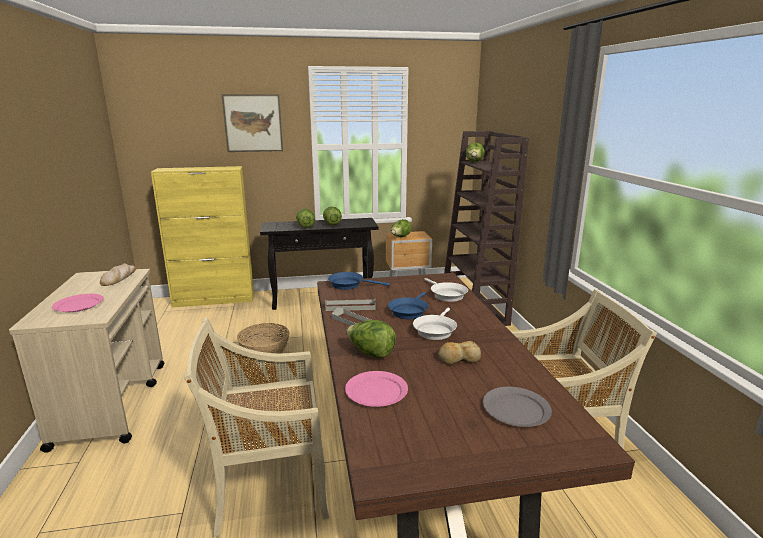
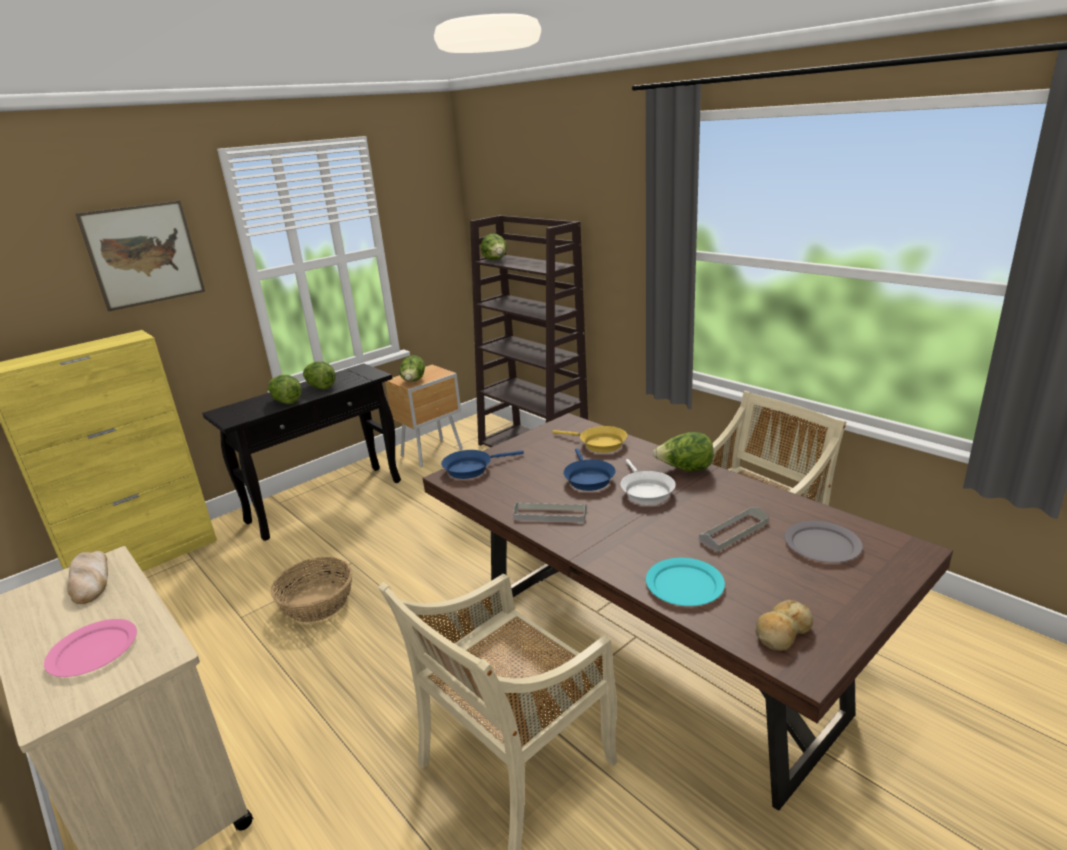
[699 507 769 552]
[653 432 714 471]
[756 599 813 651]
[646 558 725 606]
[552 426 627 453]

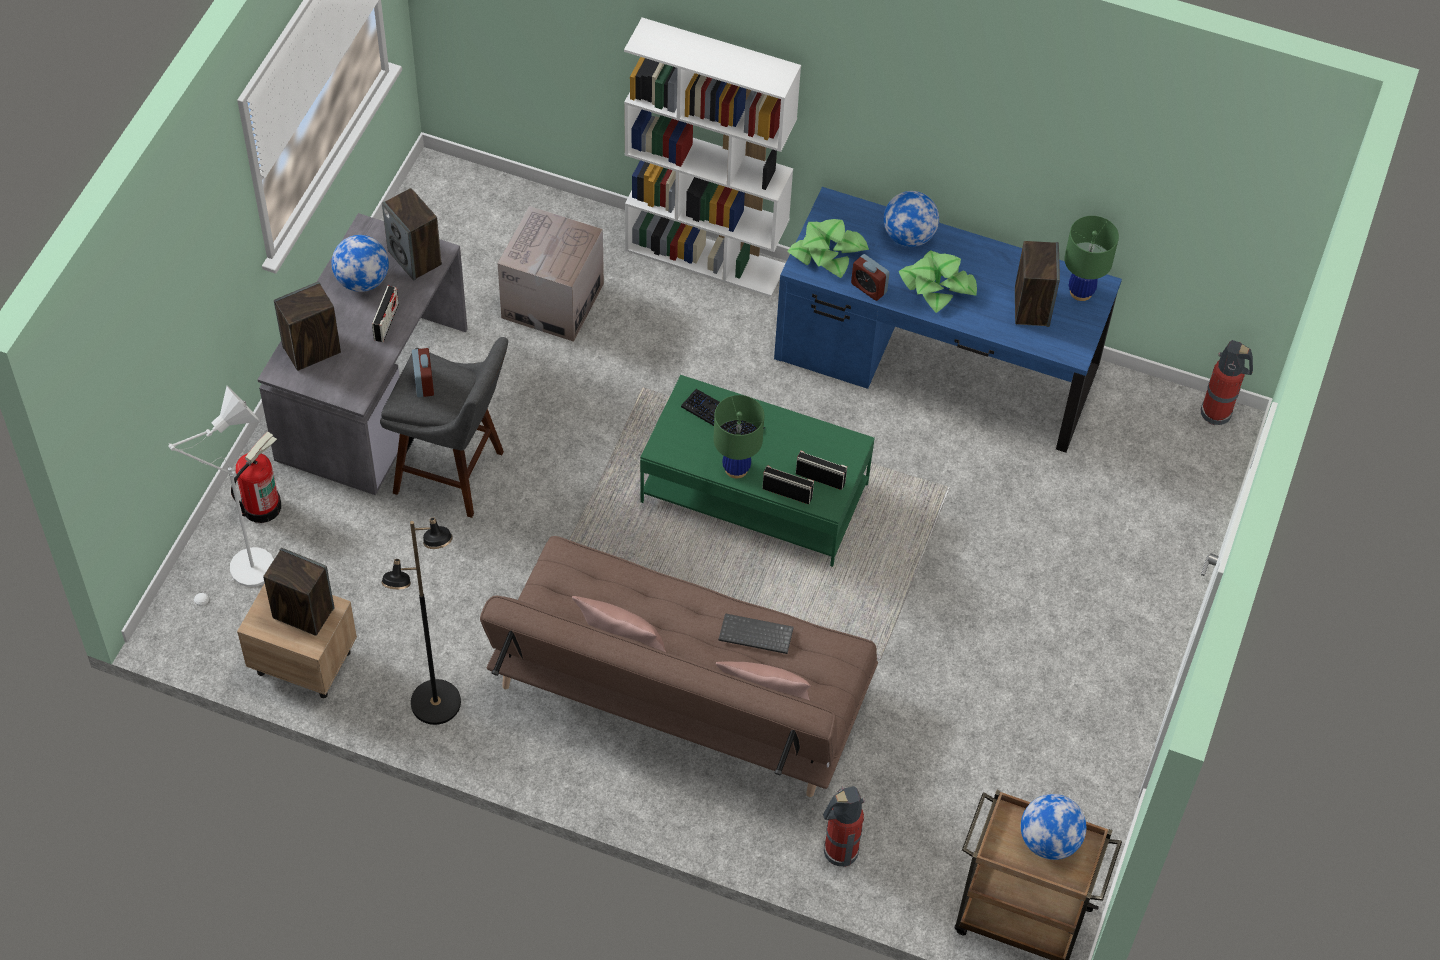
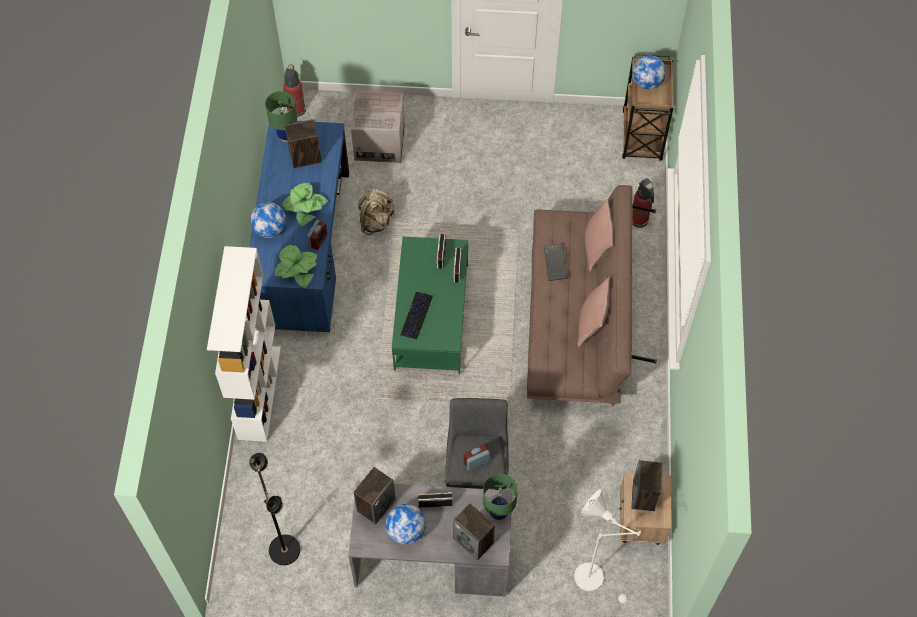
[231 431 281 523] (first image)
[358 189 394 235]
[249 453 300 565]
[351 91 405 163]
[483 474 518 521]

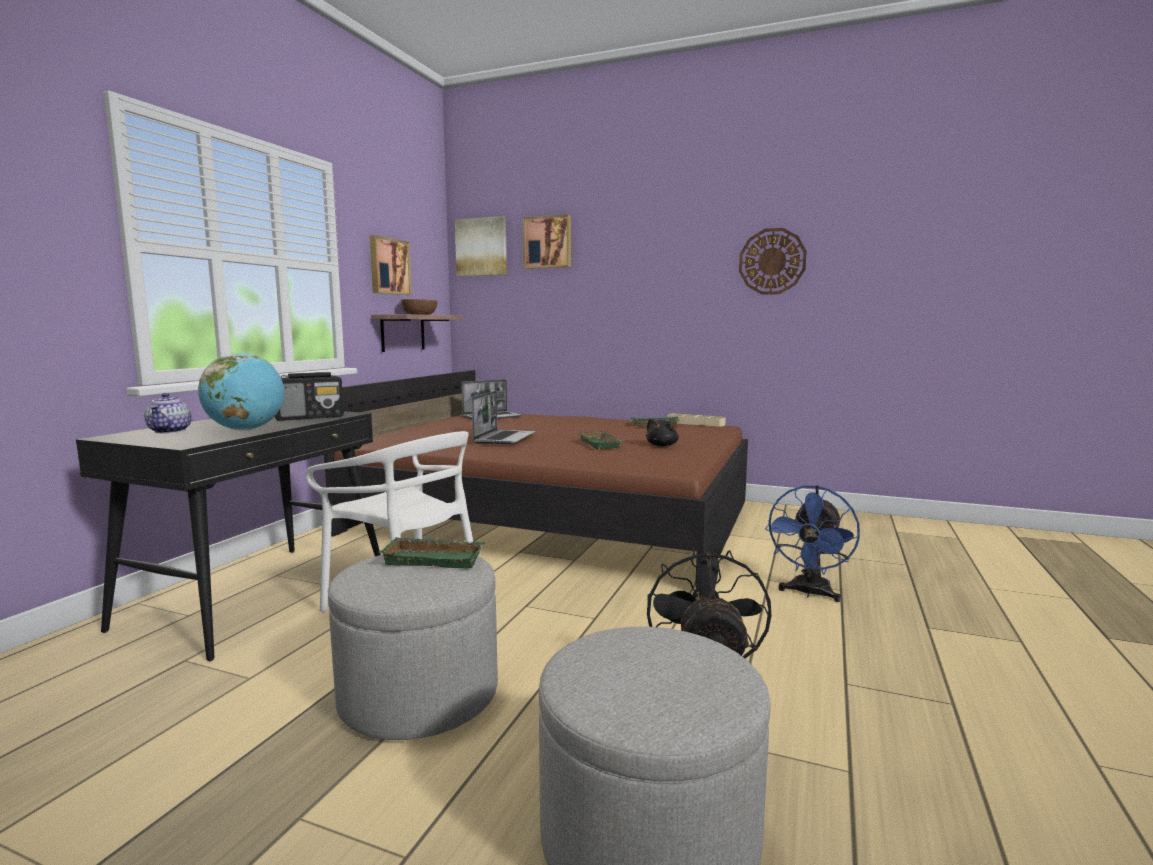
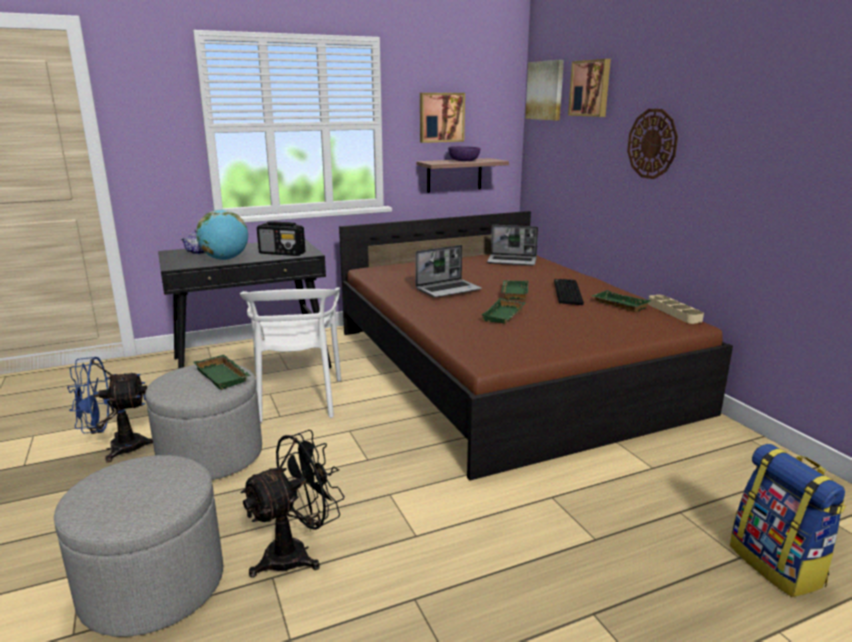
[646 419 679 446] (first image)
[501 280 528 300]
[554 279 584 305]
[730 444 846 597]
[627 109 678 179]
[67 357 153 463]
[448 146 480 161]

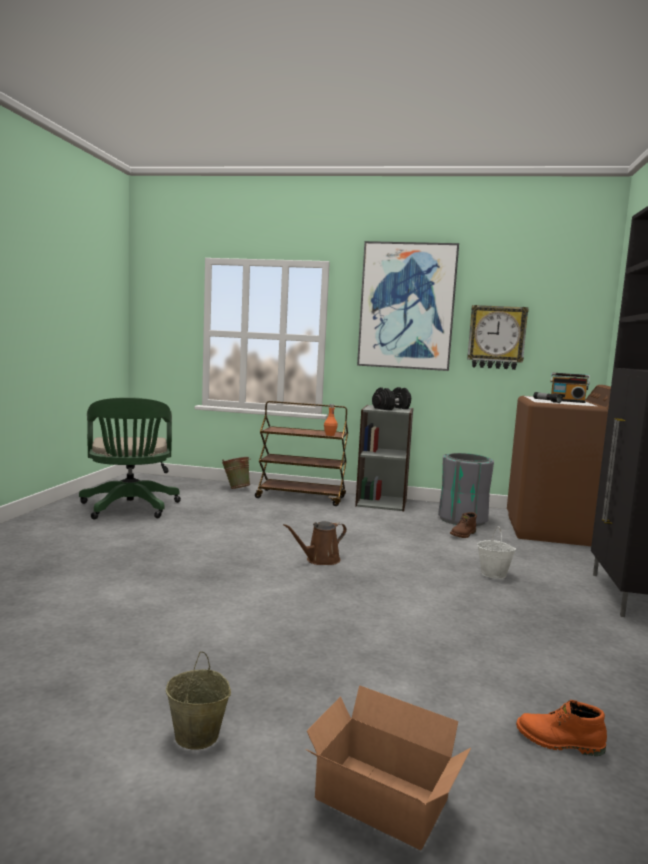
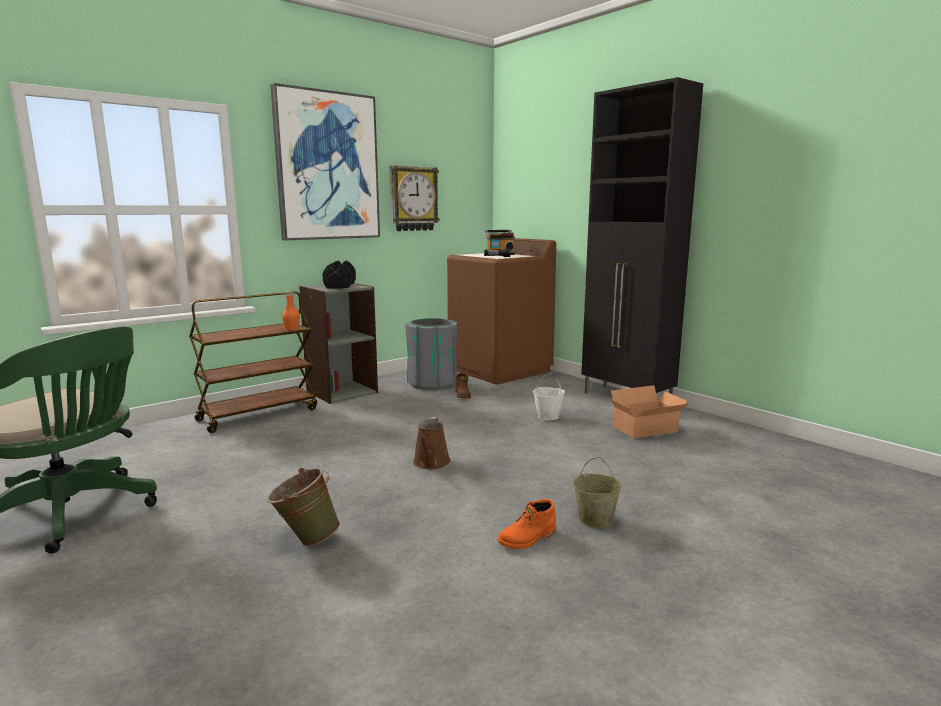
[573 457 622 528]
[267 468 340 546]
[609 385 688 439]
[497 499 556 549]

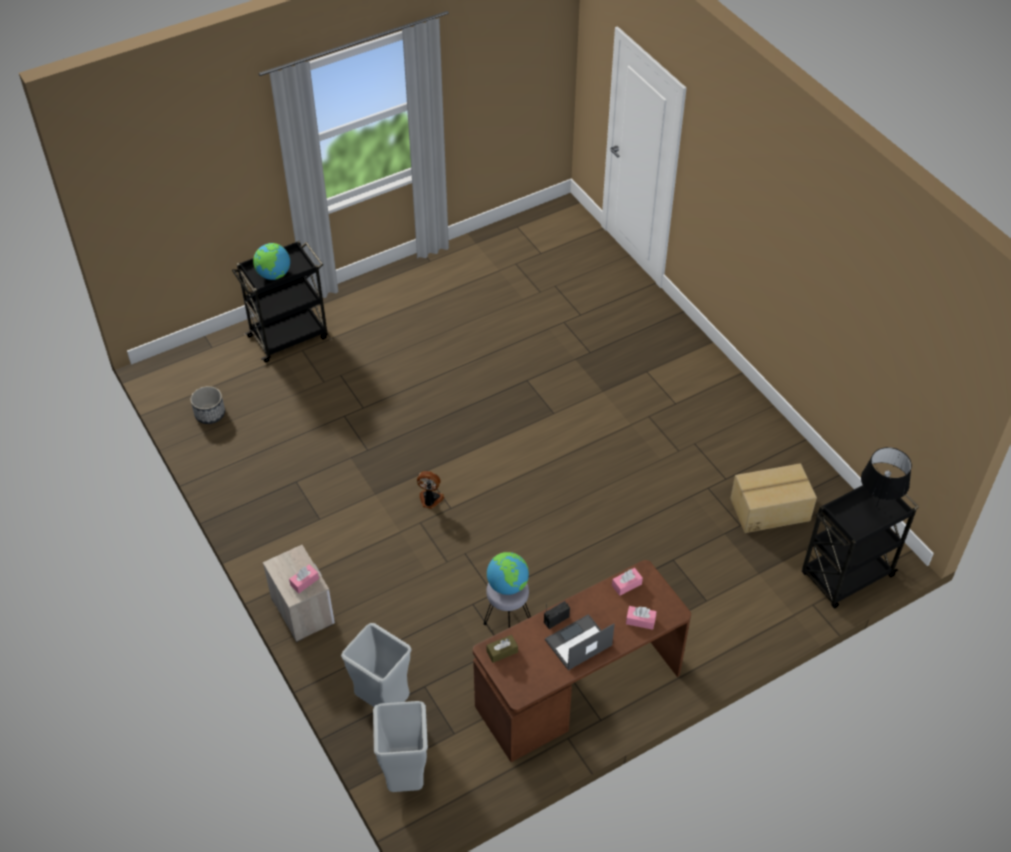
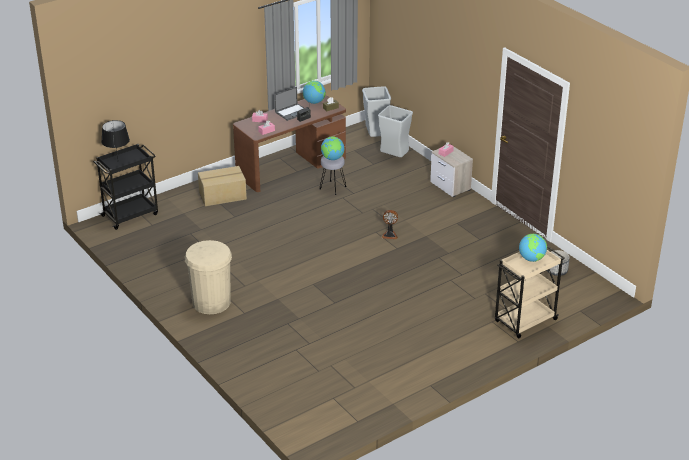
[185 240 232 314]
[303 81 326 104]
[198 166 247 206]
[495 246 565 338]

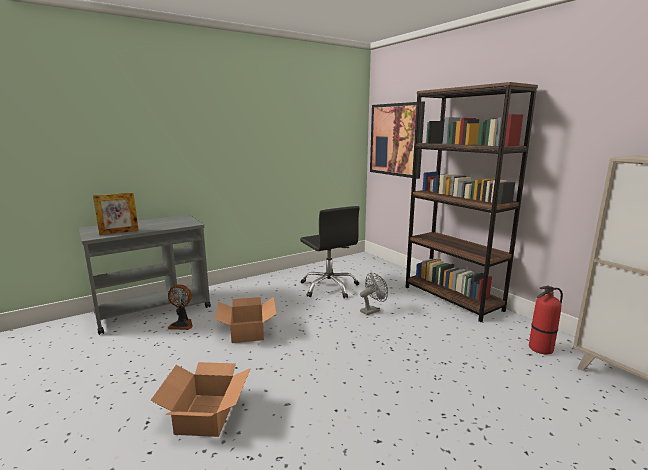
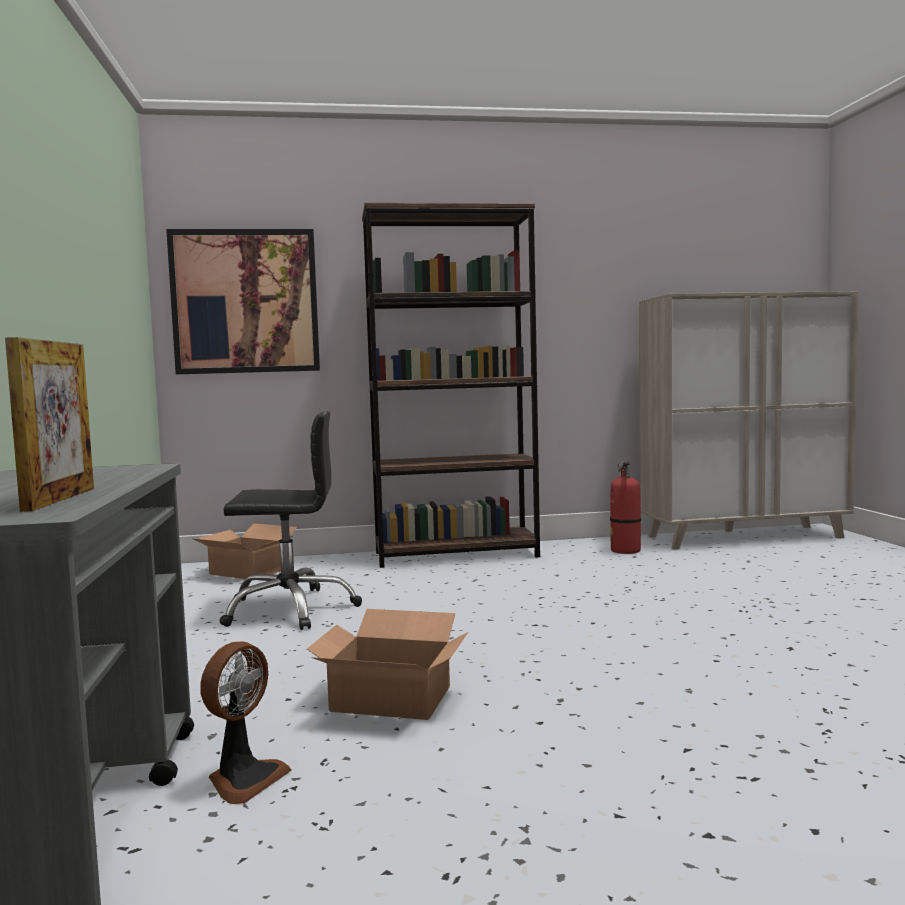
[360 273 388 315] (first image)
[192 523 297 579]

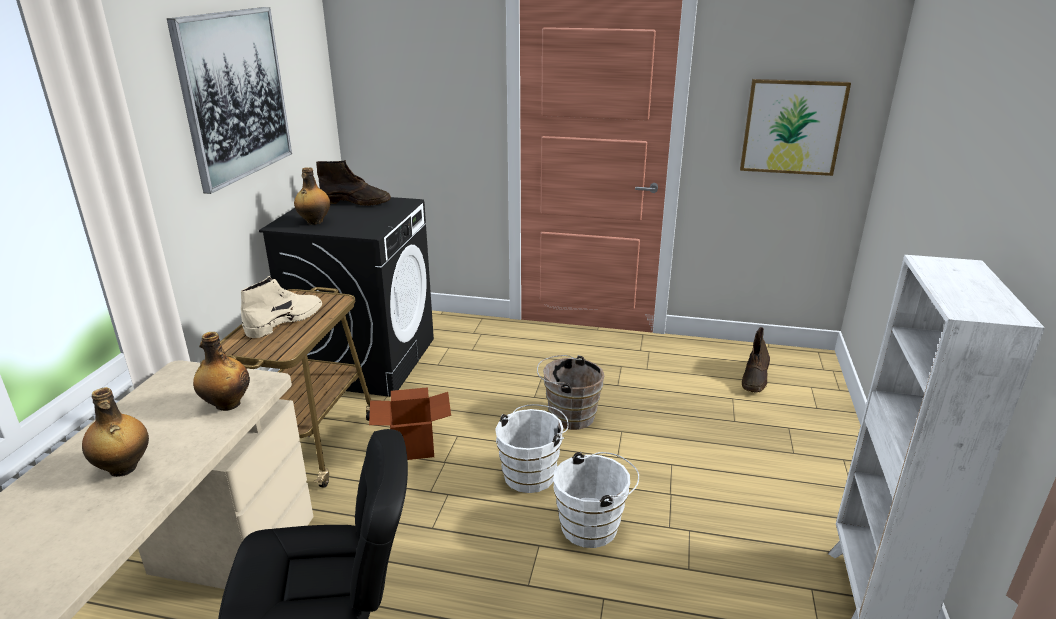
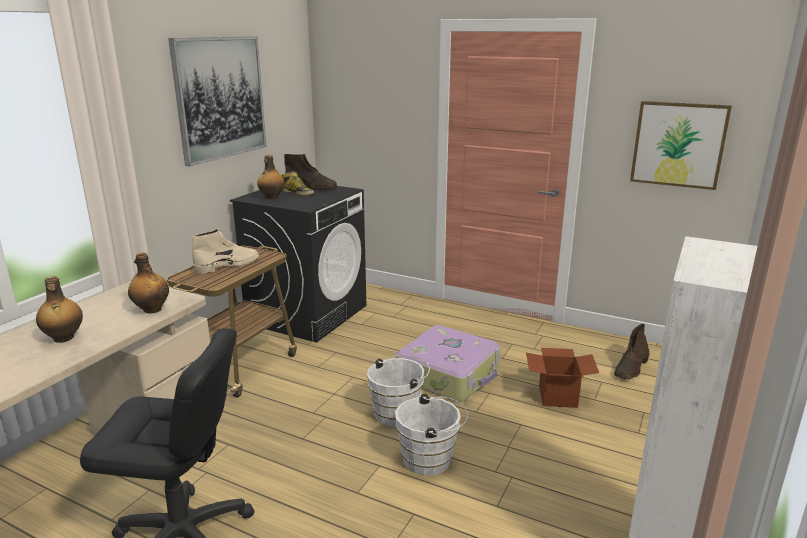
[282 171 314 195]
[526 348 599 408]
[396 325 500 402]

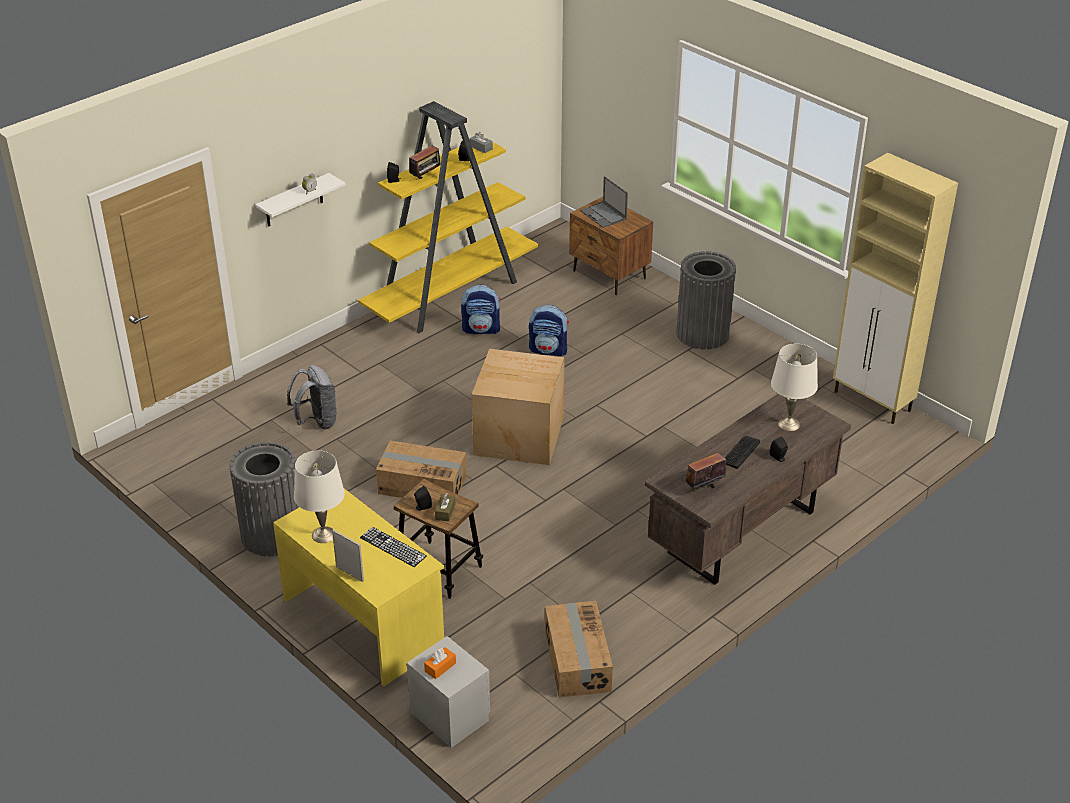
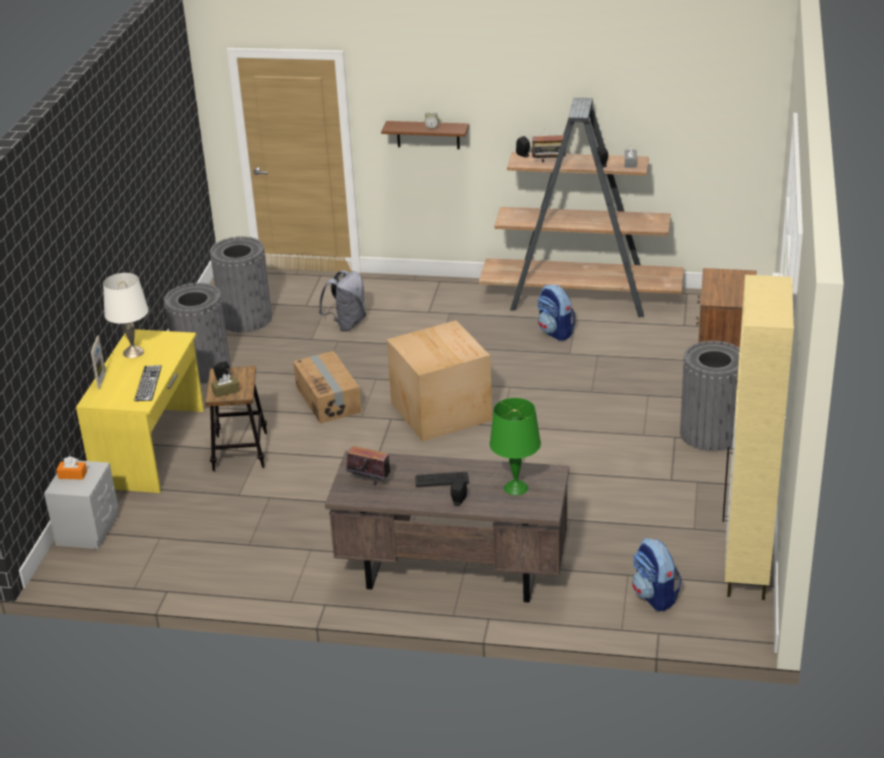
[545 601 613 698] (first image)
[580 176 628 228] (first image)
[210 236 272 333]
[632 538 682 611]
[381 121 469 149]
[479 98 684 317]
[489 398 541 495]

